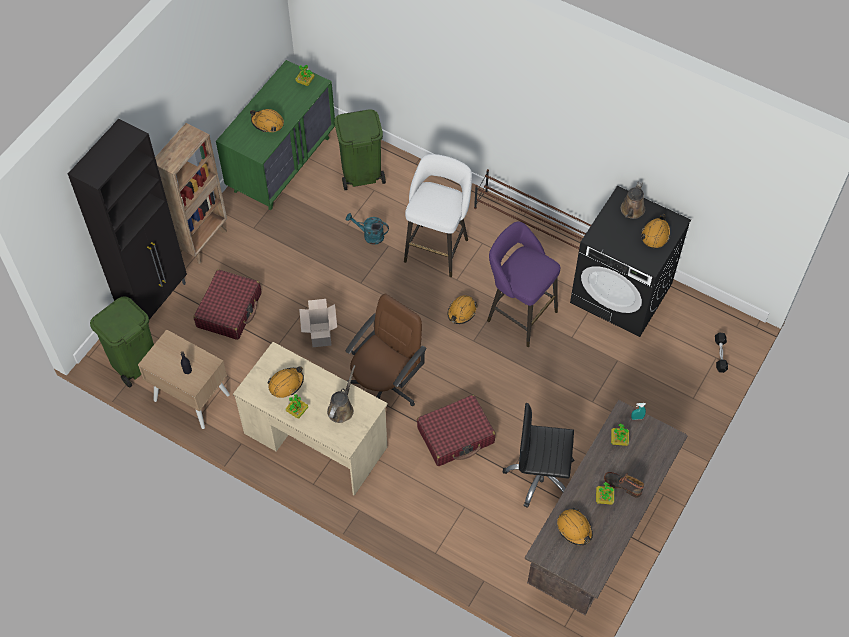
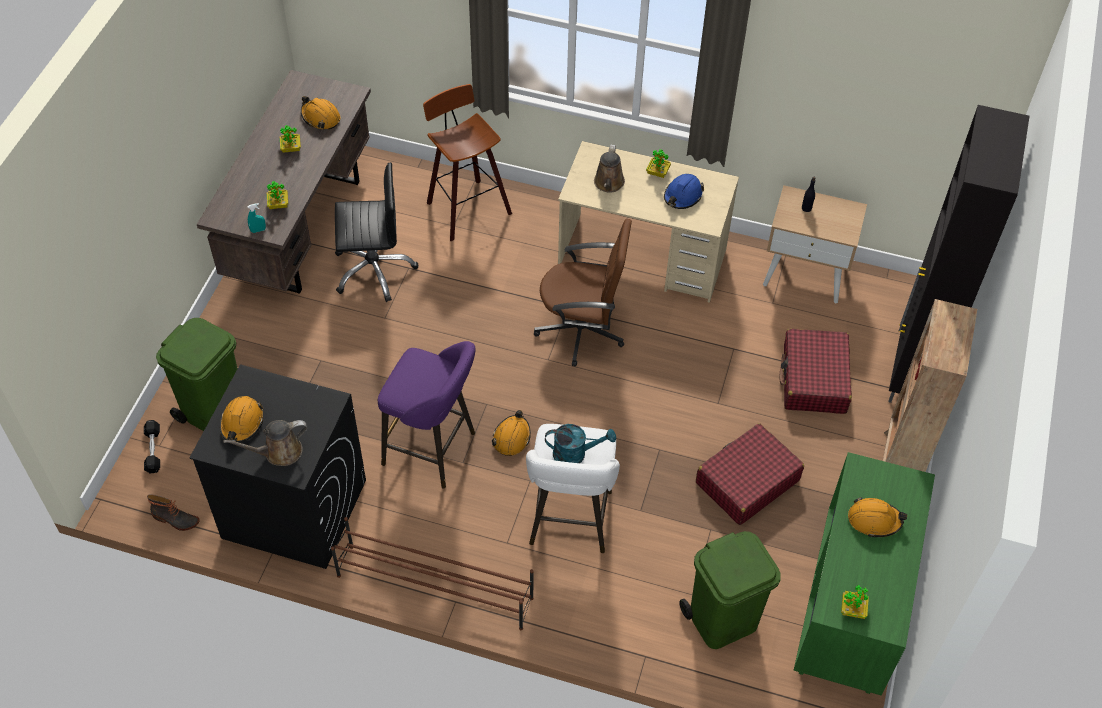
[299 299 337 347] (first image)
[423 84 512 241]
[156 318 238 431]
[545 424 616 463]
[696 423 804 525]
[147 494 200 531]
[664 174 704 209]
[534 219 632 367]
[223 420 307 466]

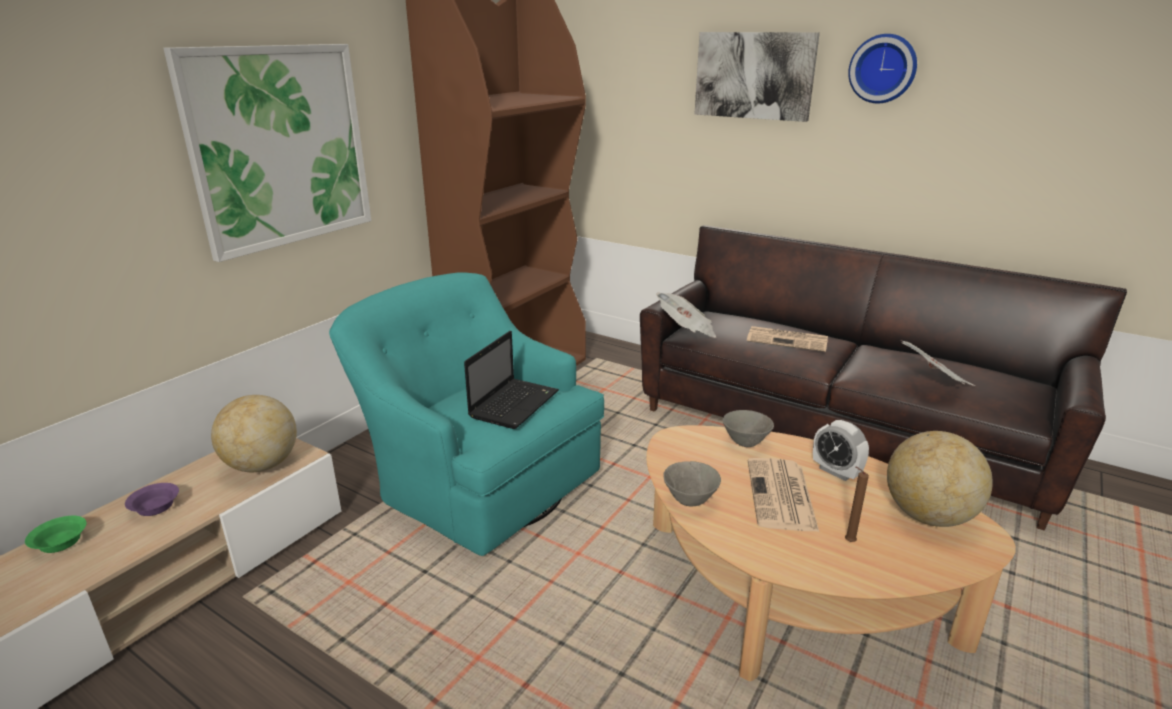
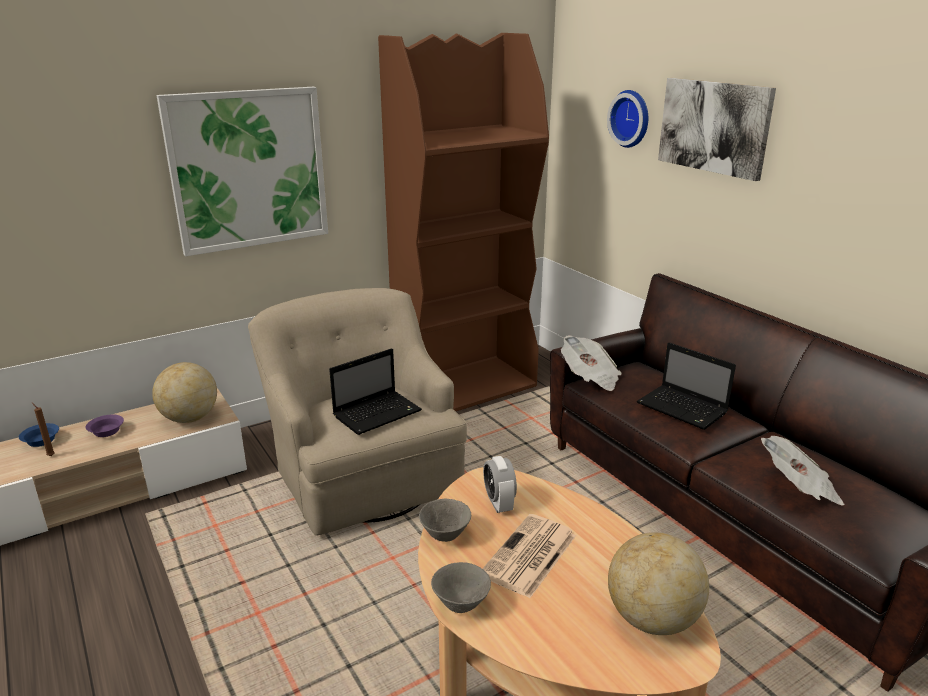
[431 562 491 613]
[483 456 517 513]
[32 402 55 456]
[607 90 648 148]
[637 342 736 430]
[19 423 59 447]
[248 288 467 536]

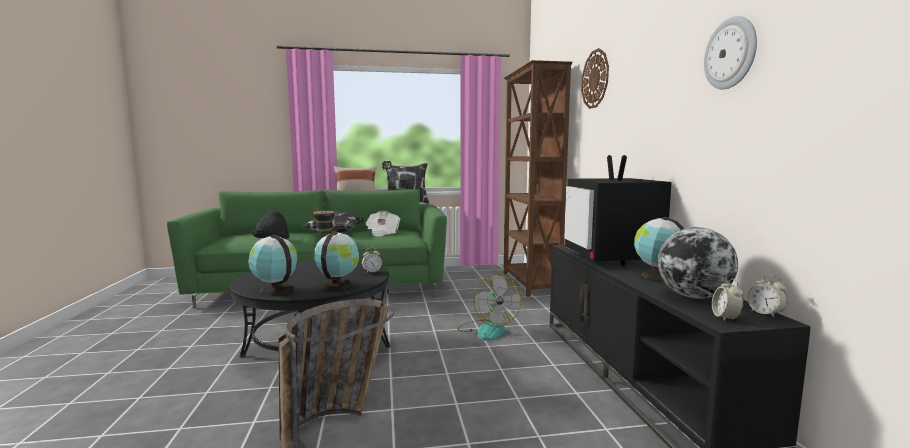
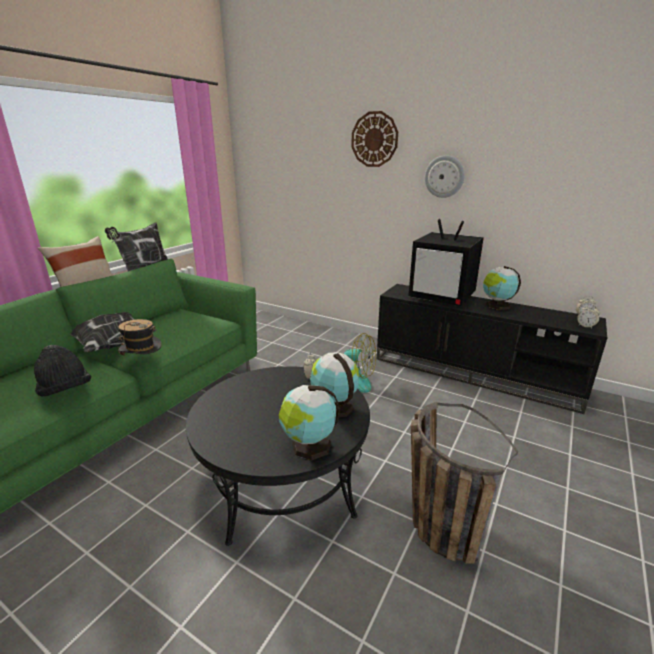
[365 211 400 236] (first image)
[504 60 573 297] (first image)
[658 227 738 299] (first image)
[425 155 465 198]

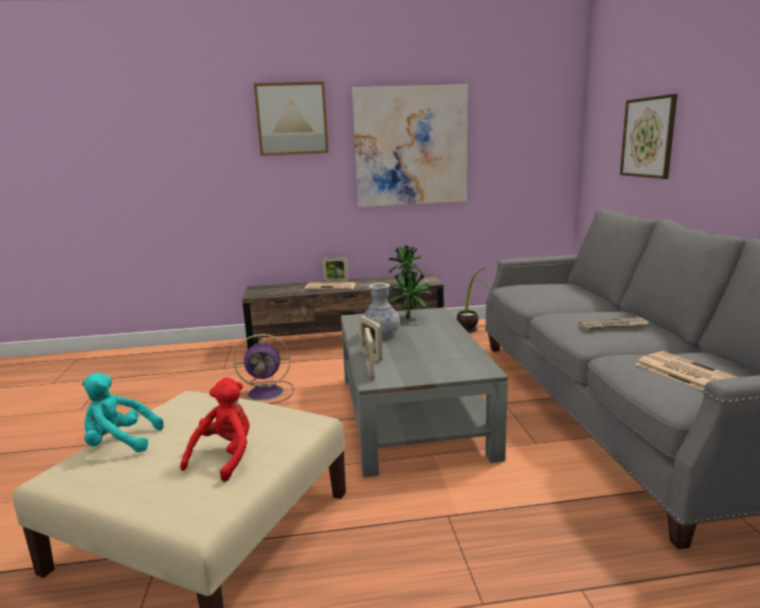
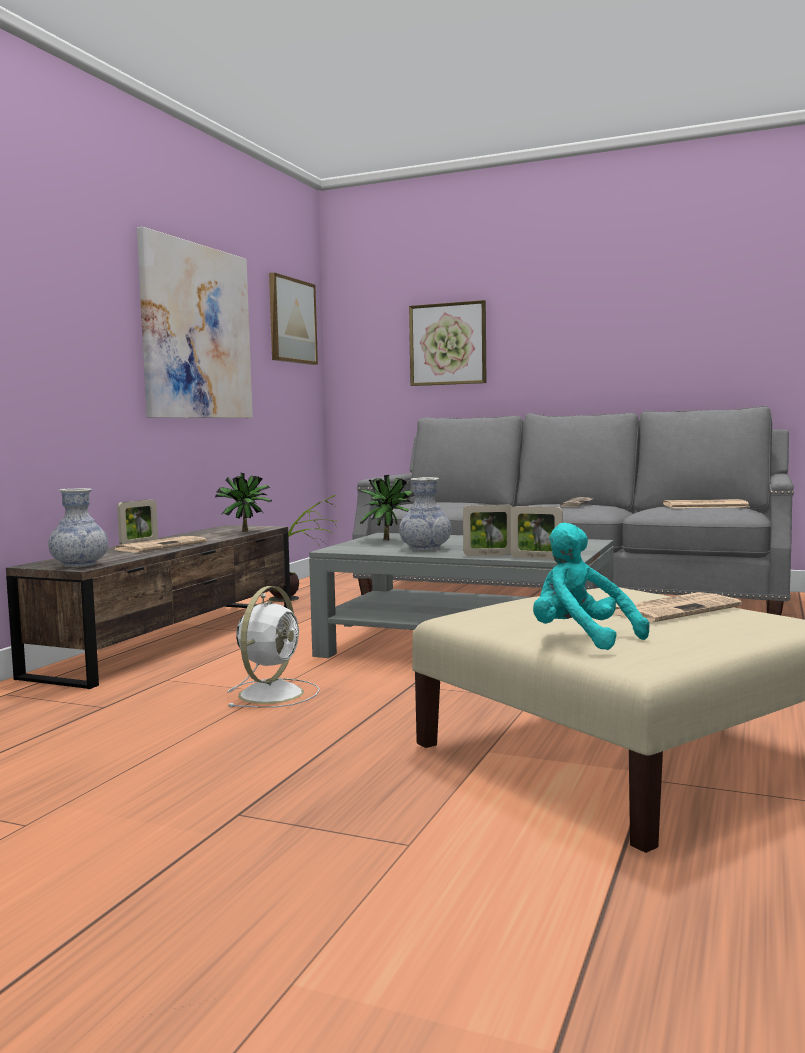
[48 488 108 567]
[269 273 318 365]
[613 592 742 622]
[227 586 320 708]
[533 523 649 650]

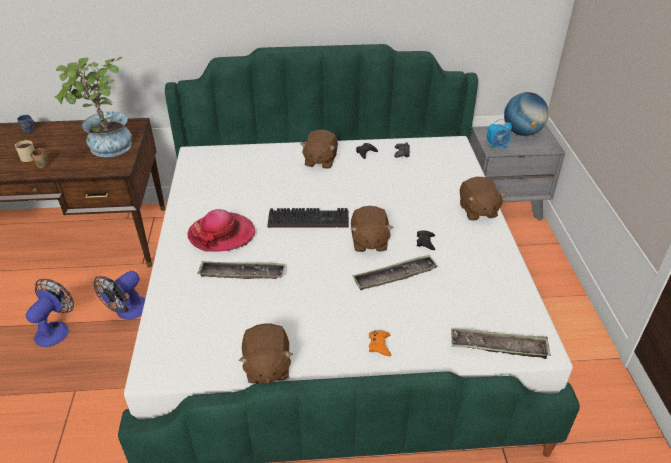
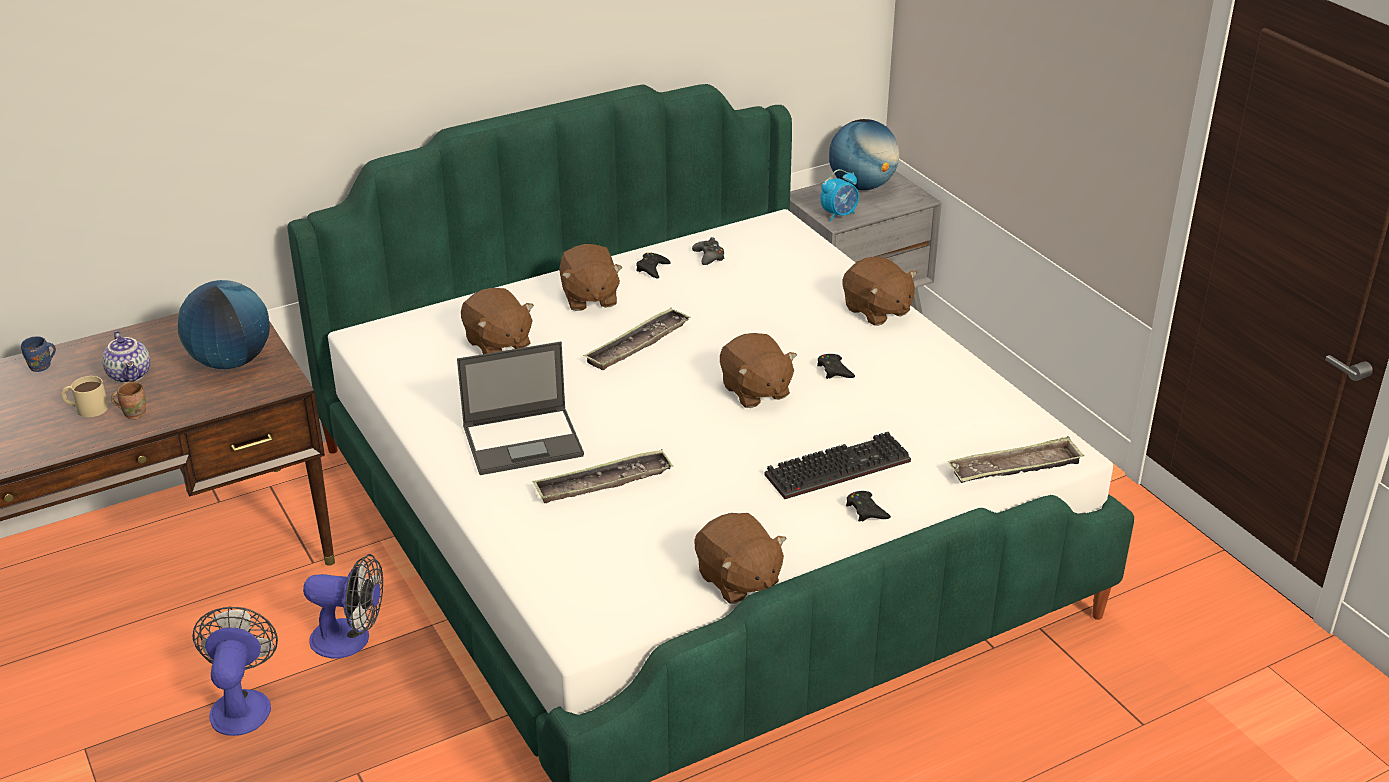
[102 331 150 383]
[461 288 534 354]
[765 432 911 499]
[583 308 691 370]
[177 280 270 369]
[457 342 584 475]
[846 491 891 522]
[303 554 383 659]

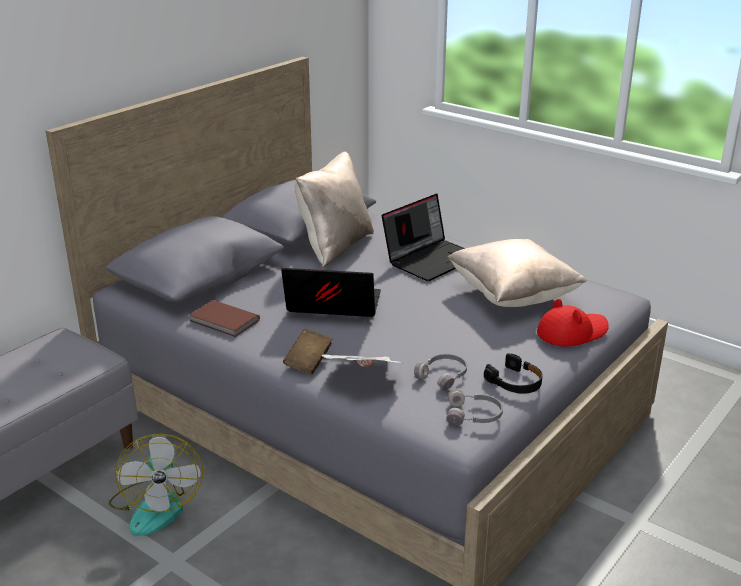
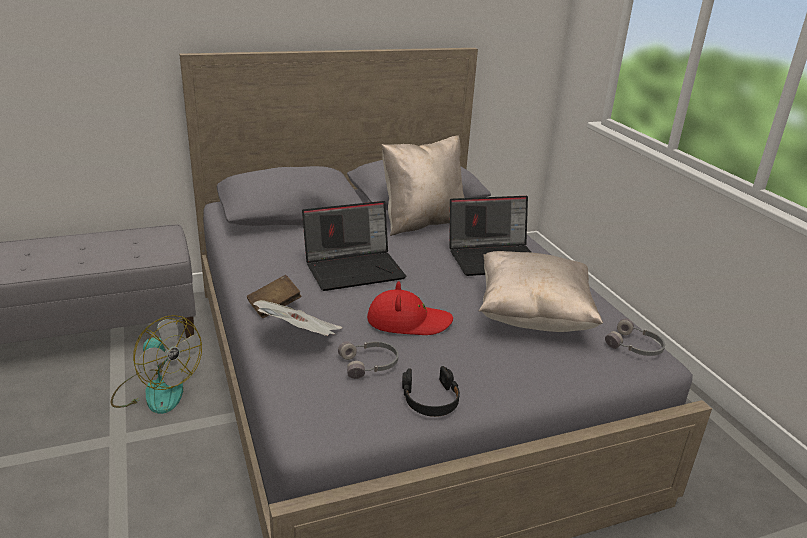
[189 300 260 337] (first image)
[605 319 665 356]
[367 281 453 335]
[111 315 202 414]
[302 201 406 291]

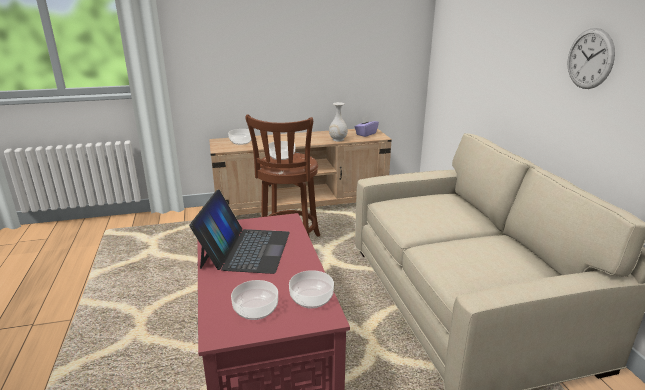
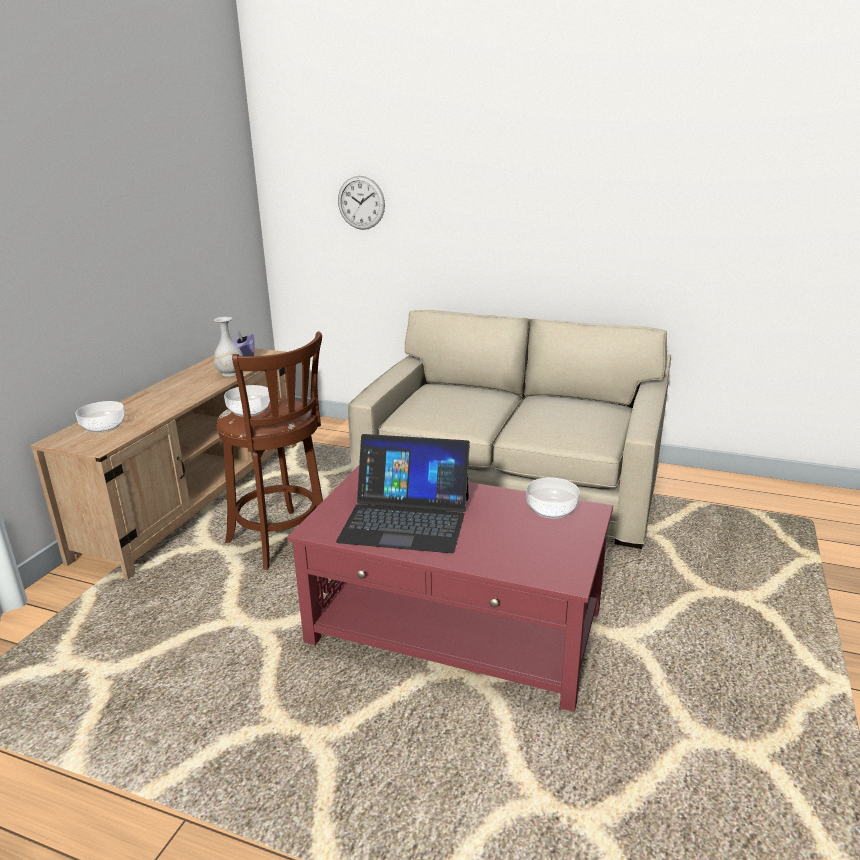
[231 280 278 320] (first image)
[338 176 385 230]
[336 434 470 553]

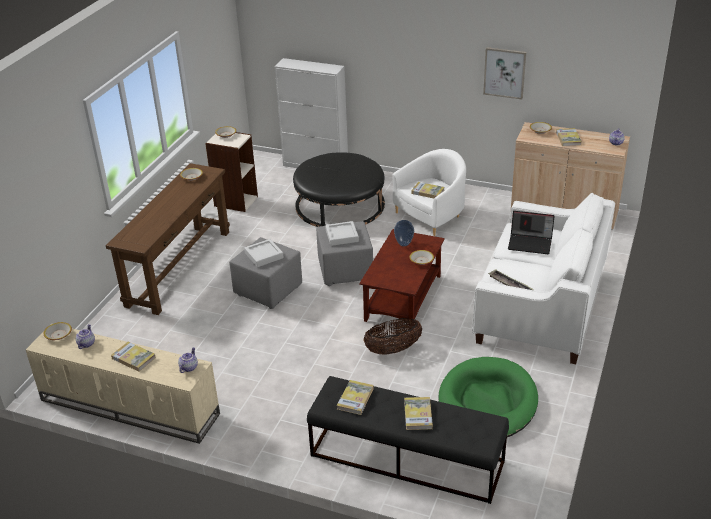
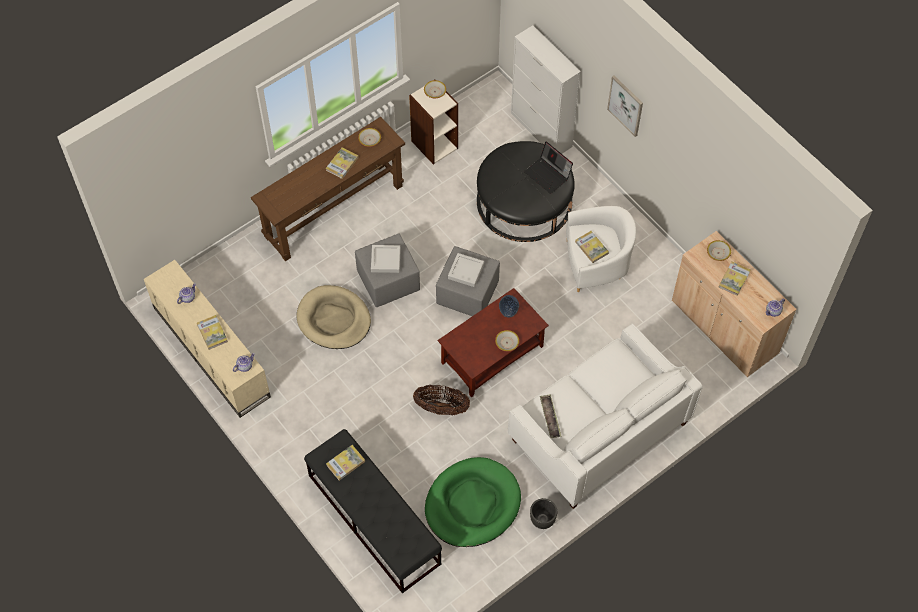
[43 322 72 340] (first image)
[297 285 371 349]
[530 498 557 529]
[326 147 359 179]
[607 76 643 137]
[524 141 573 194]

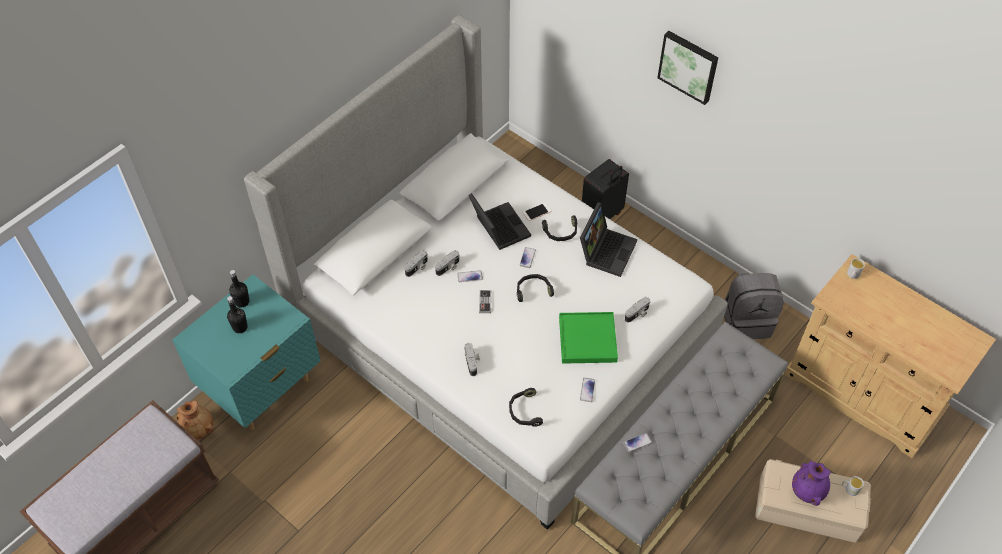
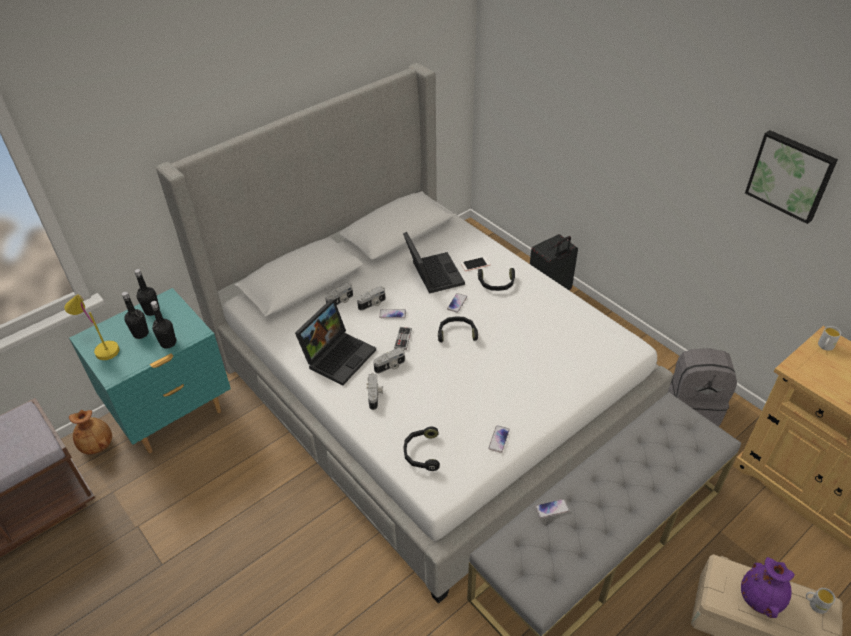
[559 312 618 364] (first image)
[64 294 119 360]
[151 301 177 349]
[295 299 376 386]
[373 347 405 373]
[745 130 838 224]

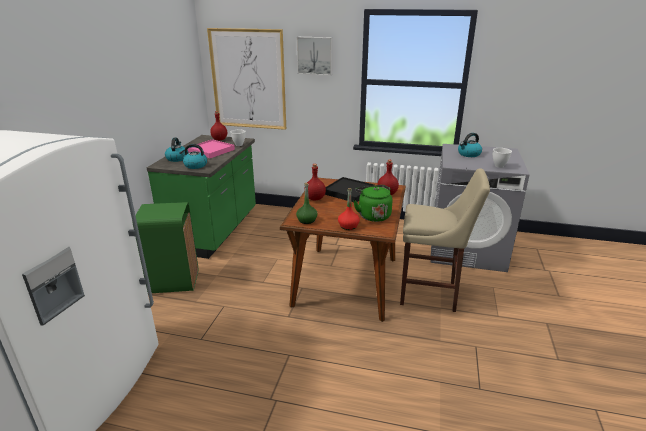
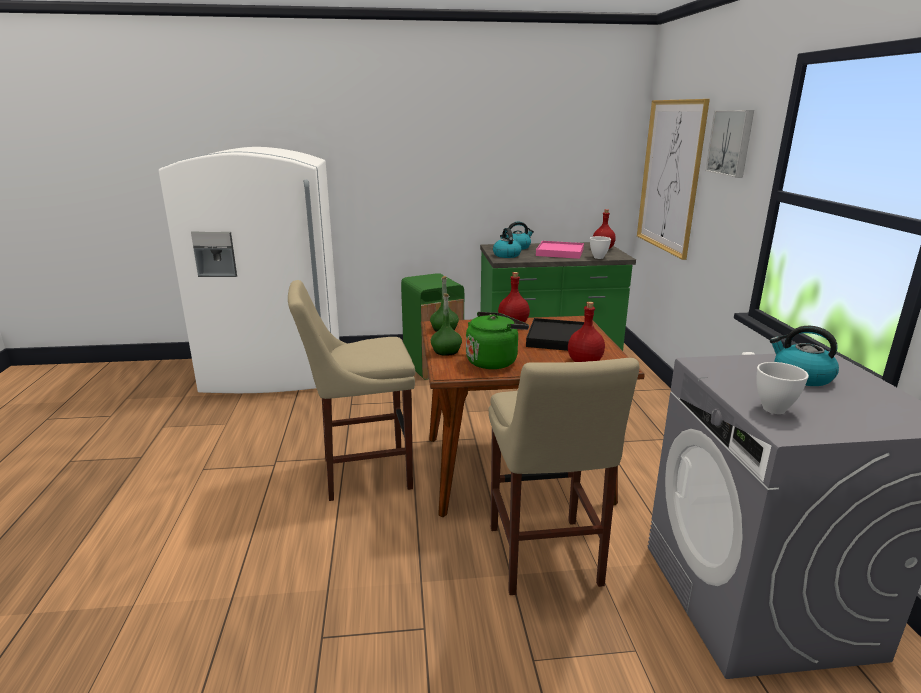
[288 280 415 501]
[431 293 462 356]

